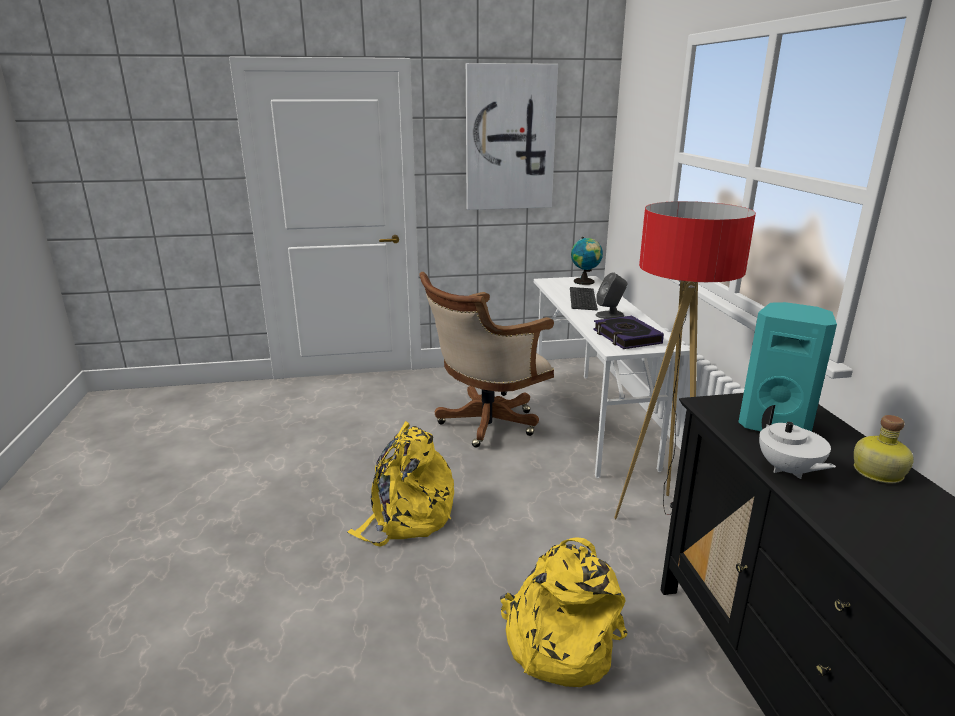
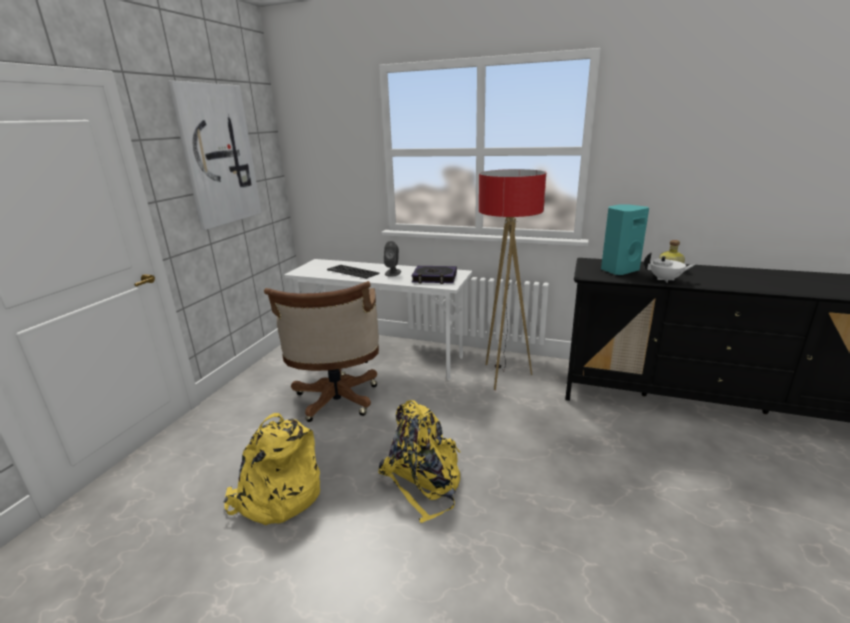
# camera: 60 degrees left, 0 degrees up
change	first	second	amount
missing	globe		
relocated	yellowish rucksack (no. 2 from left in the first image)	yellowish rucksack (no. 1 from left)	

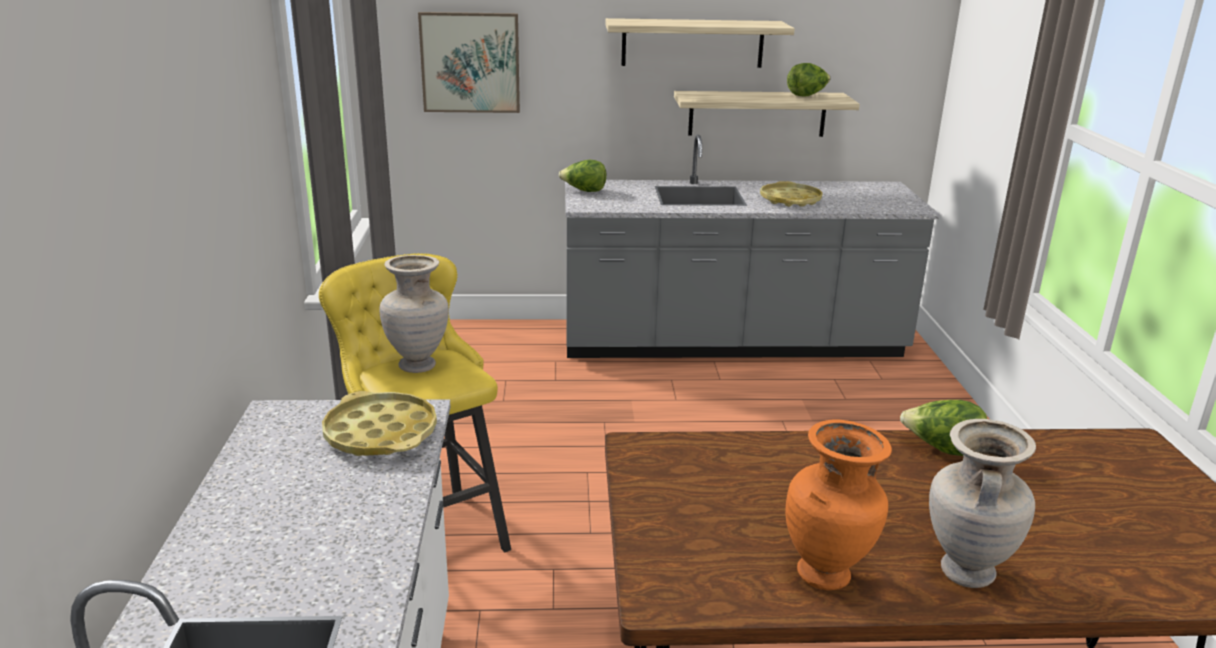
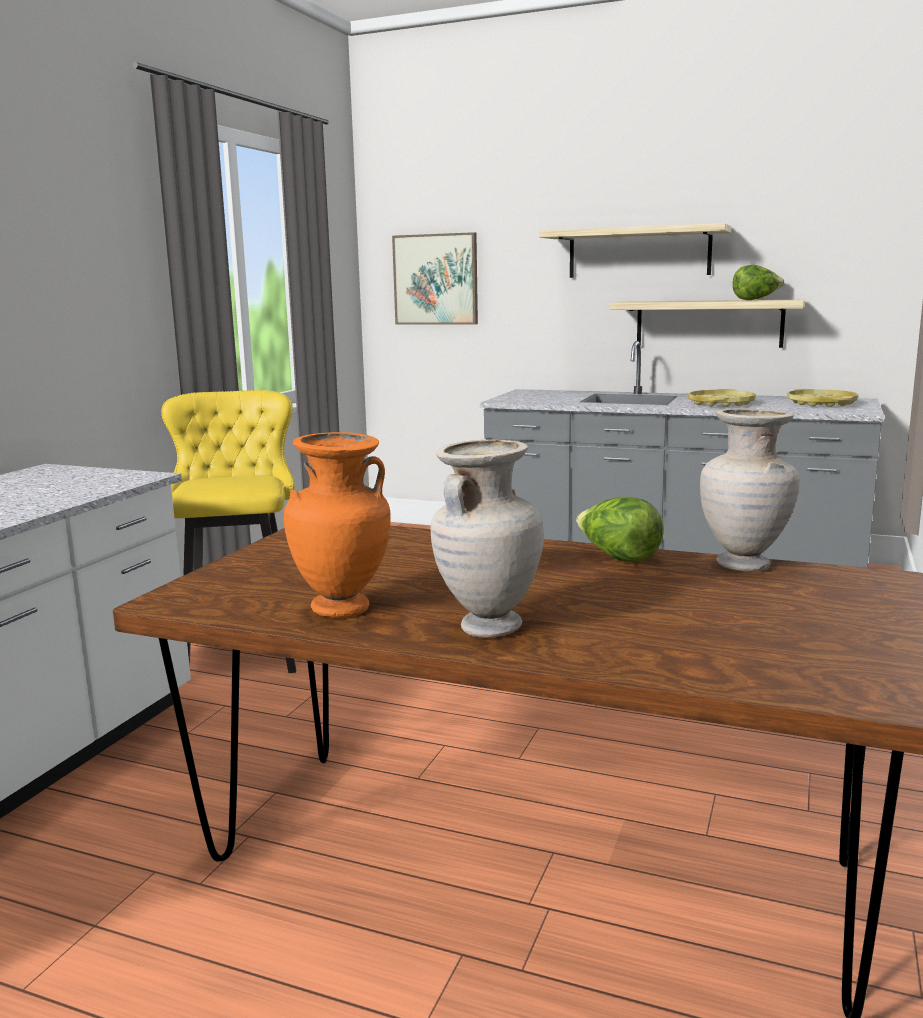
# camera: 25 degrees right, 10 degrees down
change	first	second	amount
missing	lettuce (no. 1 from left)		
relocated	yellowish carrying tray (no. 1 from left in the first image)	yellowish carrying tray (no. 2 from left)	
relocated	beige decorative vase (no. 1 from left in the first image)	beige decorative vase (no. 2 from left)	

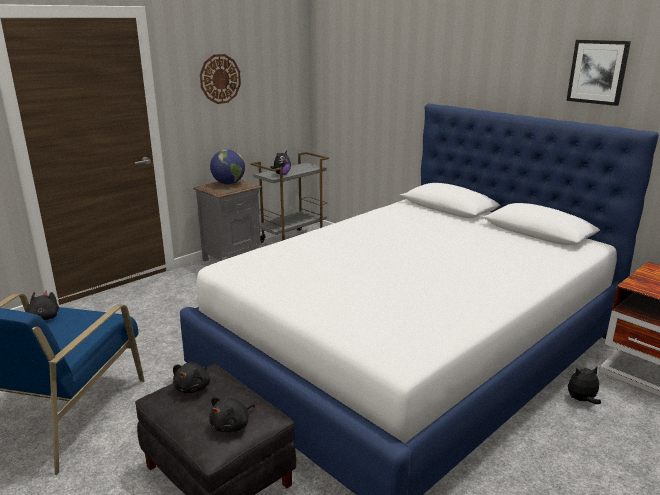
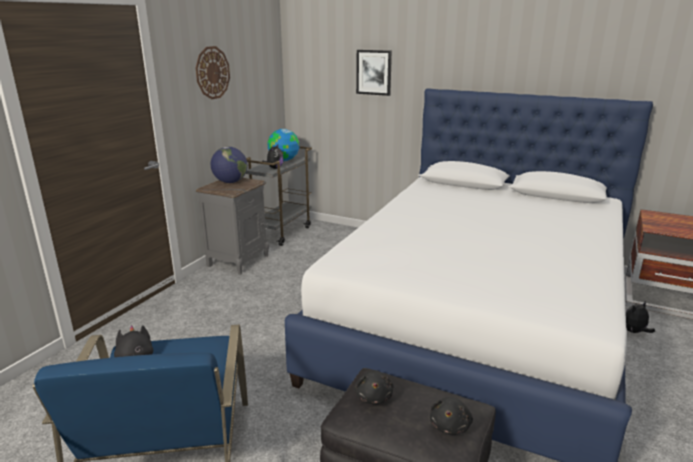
# camera: 20 degrees left, 0 degrees up
change	first	second	amount
appeared		globe (no. 2 from left)	
relocated	wall art		

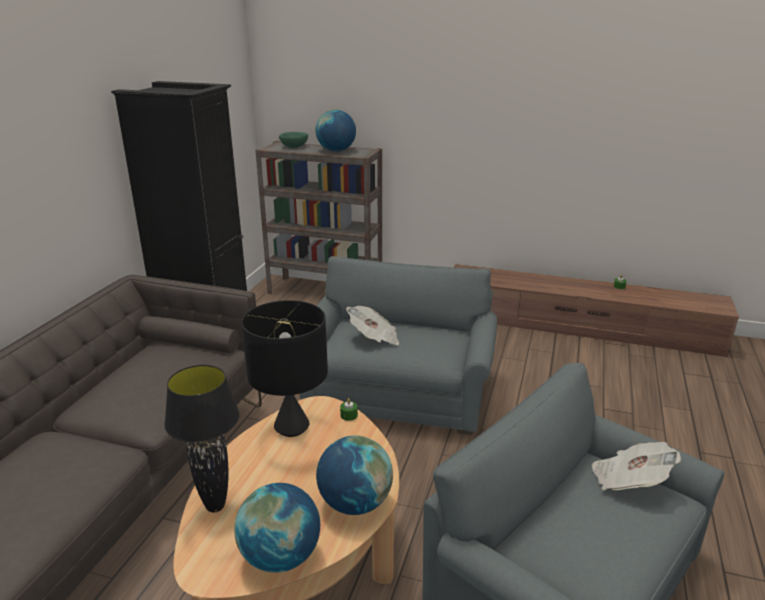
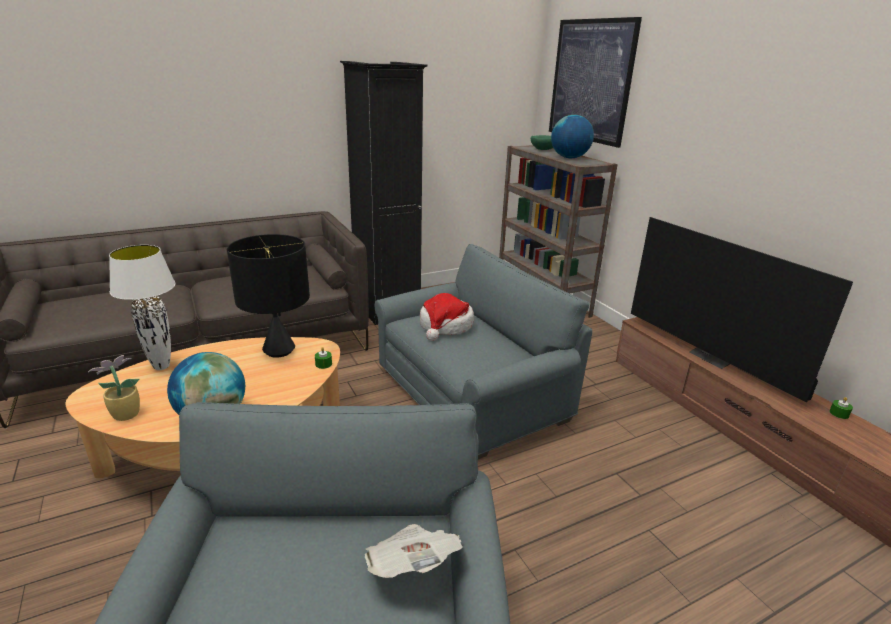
# camera: 45 degrees right, 0 degrees up
change	first	second	amount
appeared		wall art	
appeared		television	
exchanged	globe (no. 1 from left)	plant in a pot	
exchanged	printed paper (no. 1 from left)	hat	
colour	black-coloured table lamp (no. 1 from left)	white table lamp	

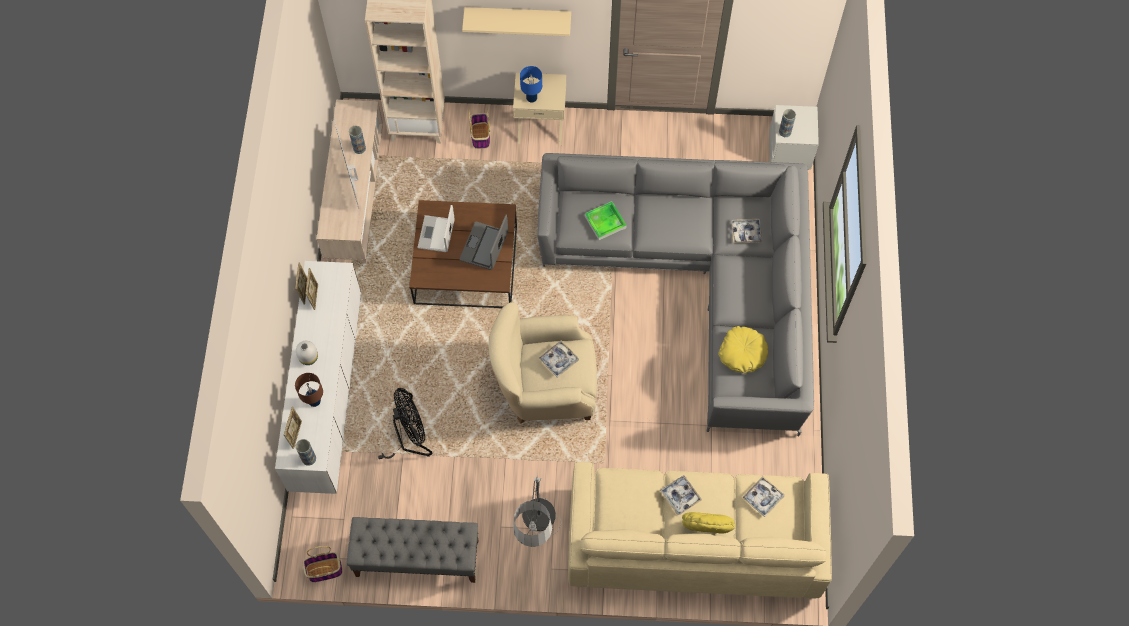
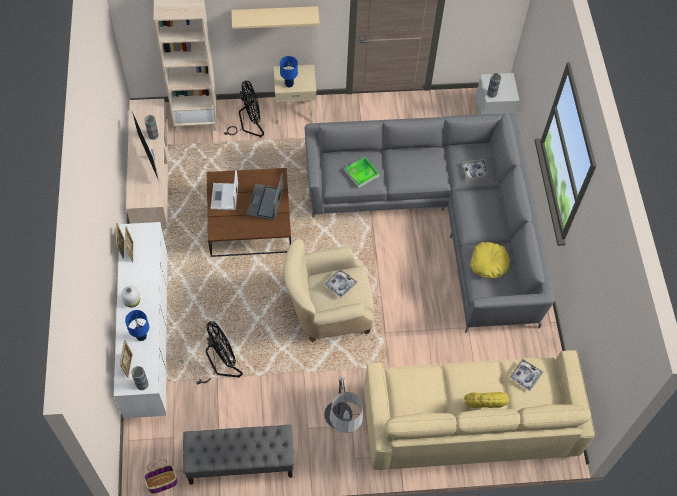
# camera: 10 degrees left, 5 degrees down
change	first	second	amount
missing	carrying tray (no. 3 from left)		
exchanged	basket (no. 2 from left)	black-coloured cooling fan (no. 2 from left)	
colour	brown table lamp	blue-coloured table lamp (no. 1 from left)	

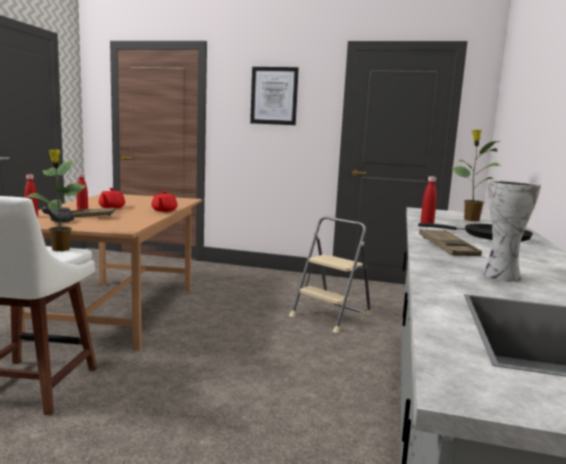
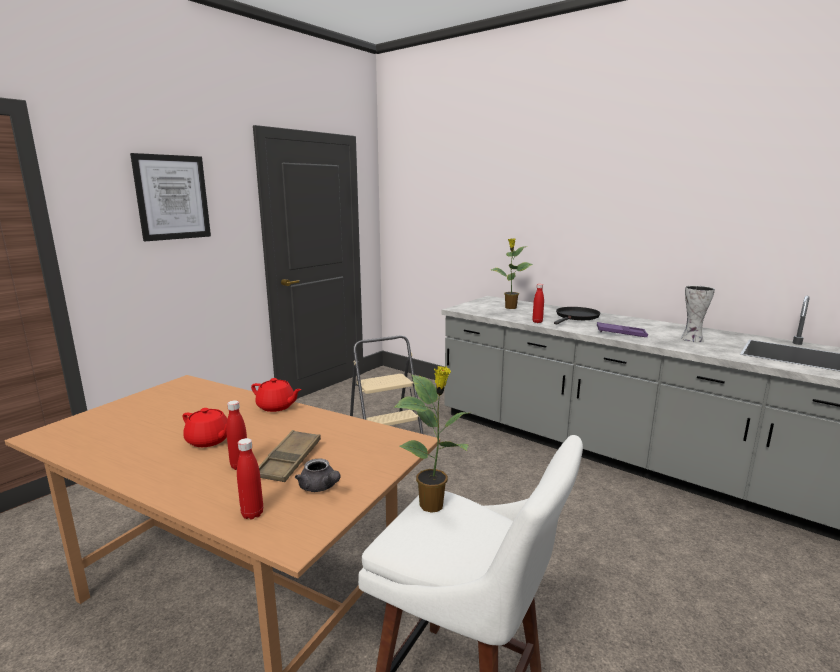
# camera: 65 degrees left, 5 degrees up
change	first	second	amount
colour	brown carrying tray (no. 2 from left)	purple-coloured carrying tray	

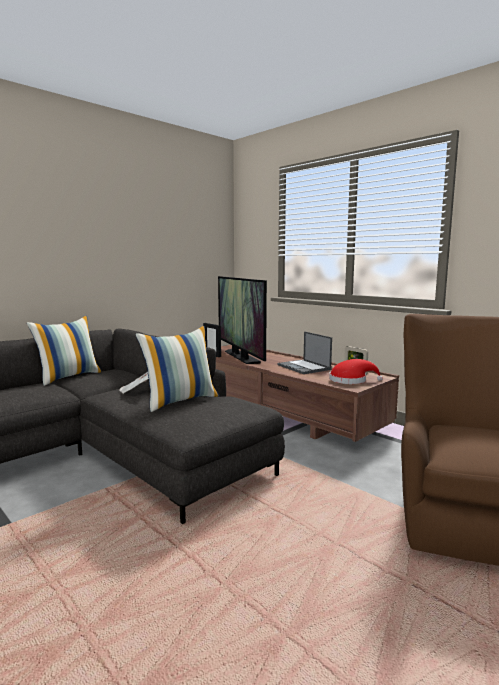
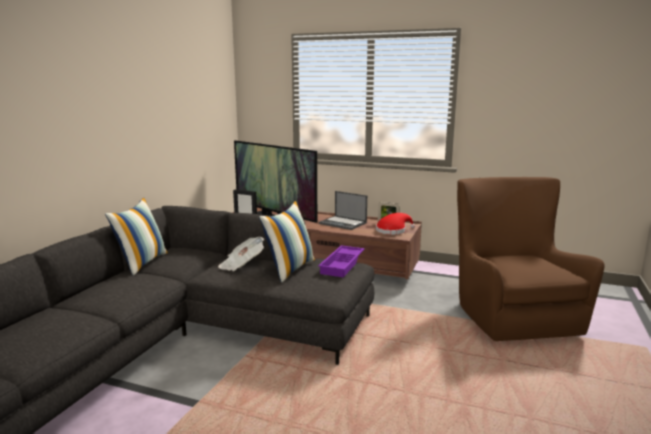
# camera: 25 degrees left, 5 degrees up
change	first	second	amount
appeared		purple-coloured carrying tray	

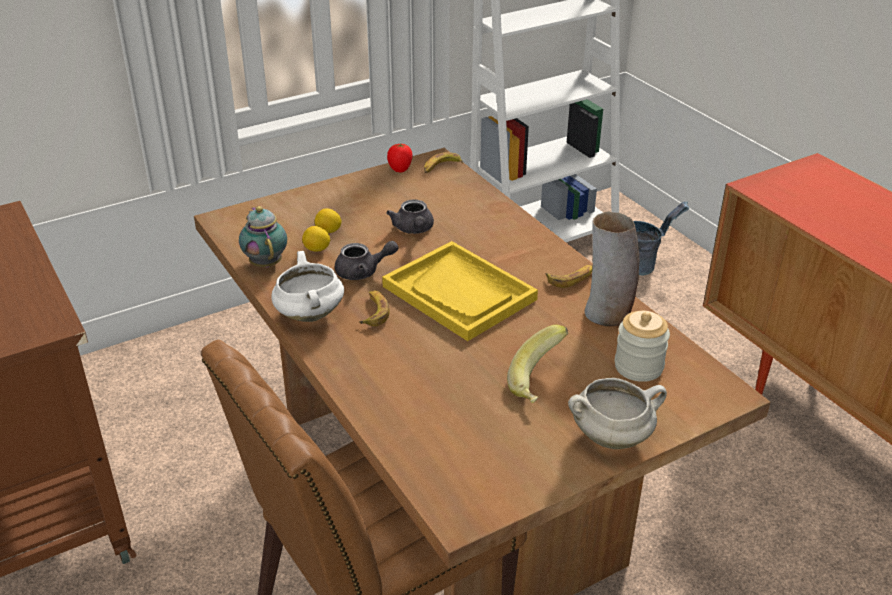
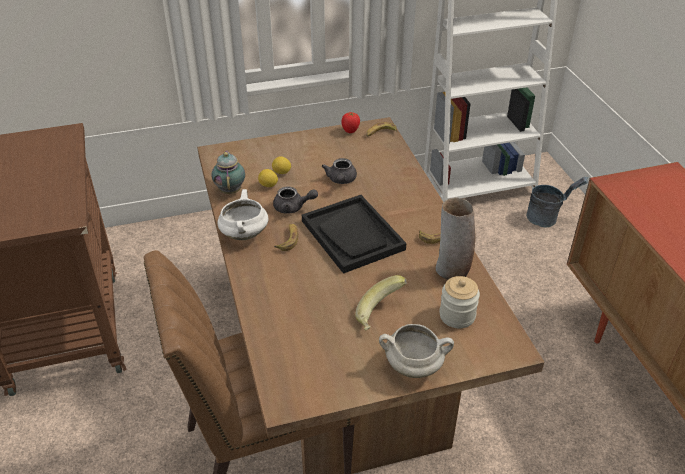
# camera: 15 degrees right, 5 degrees up
change	first	second	amount
colour	yellowish carrying tray	black-coloured carrying tray	

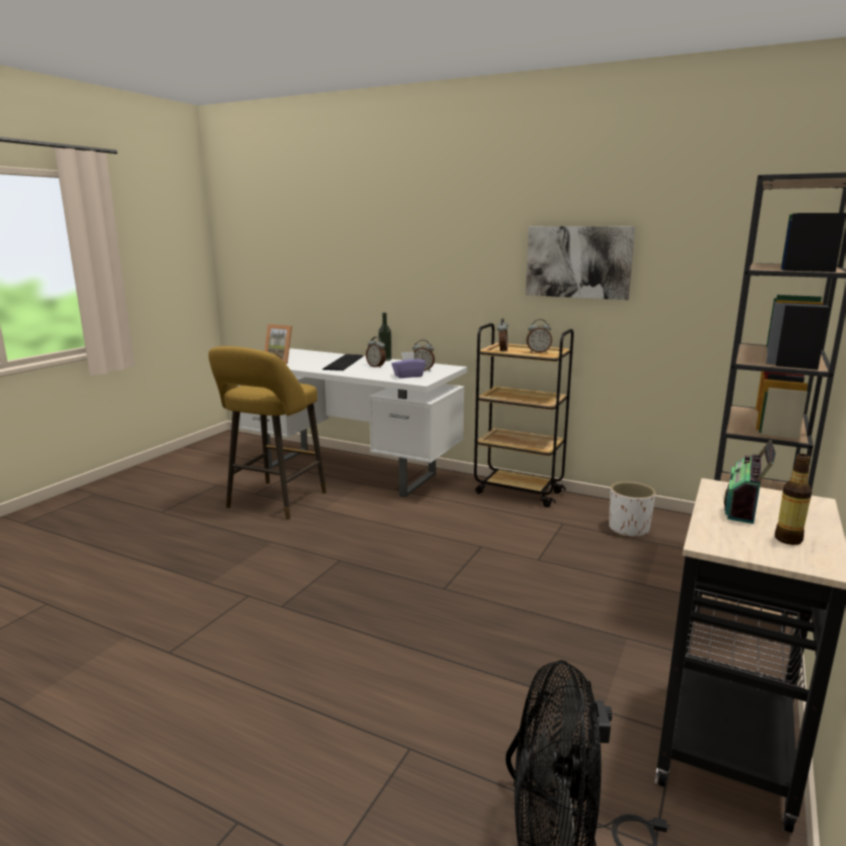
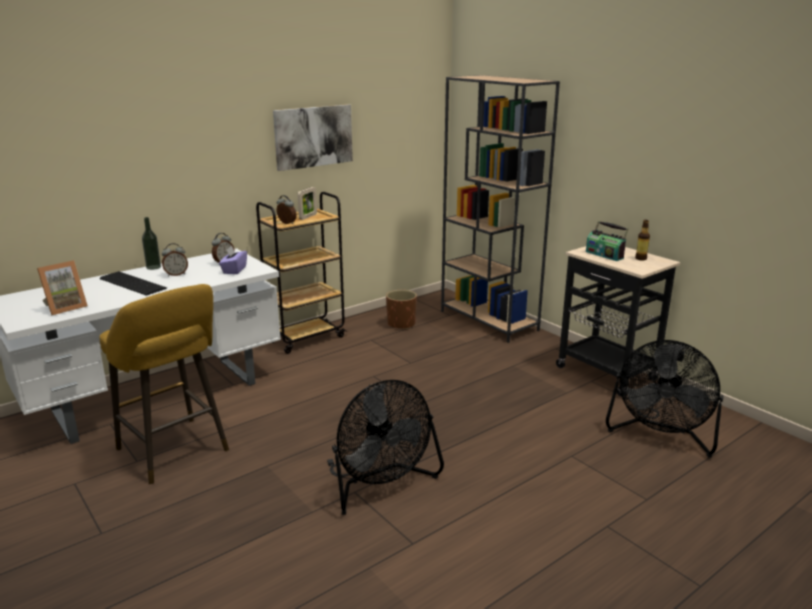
# camera: 65 degrees left, 5 degrees up
change	first	second	amount
appeared		black-coloured cooling fan (no. 1 from left)	
exchanged	table clock (no. 4 from left)	standing frame (no. 2 from left)	
colour	white plant pot	brown plant pot	

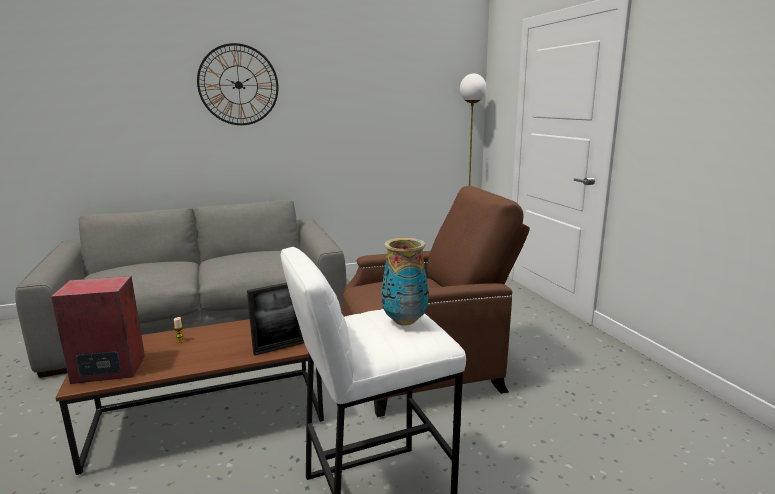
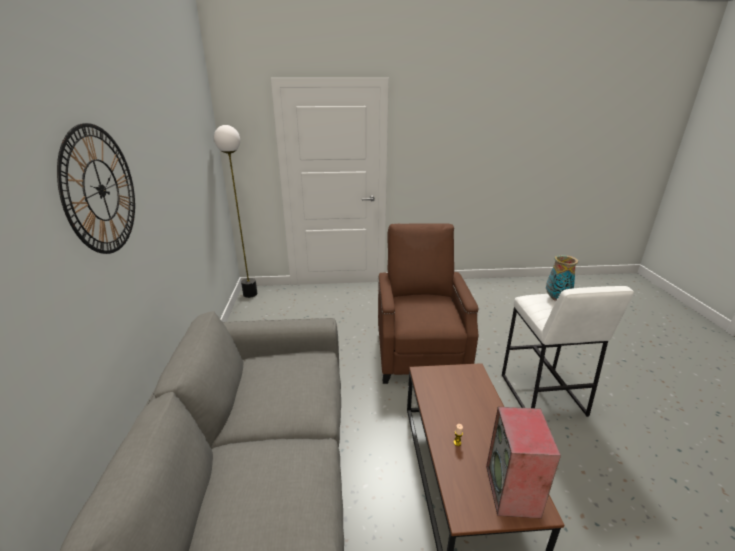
# camera: 75 degrees left, 10 degrees up
change	first	second	amount
missing	standing frame		

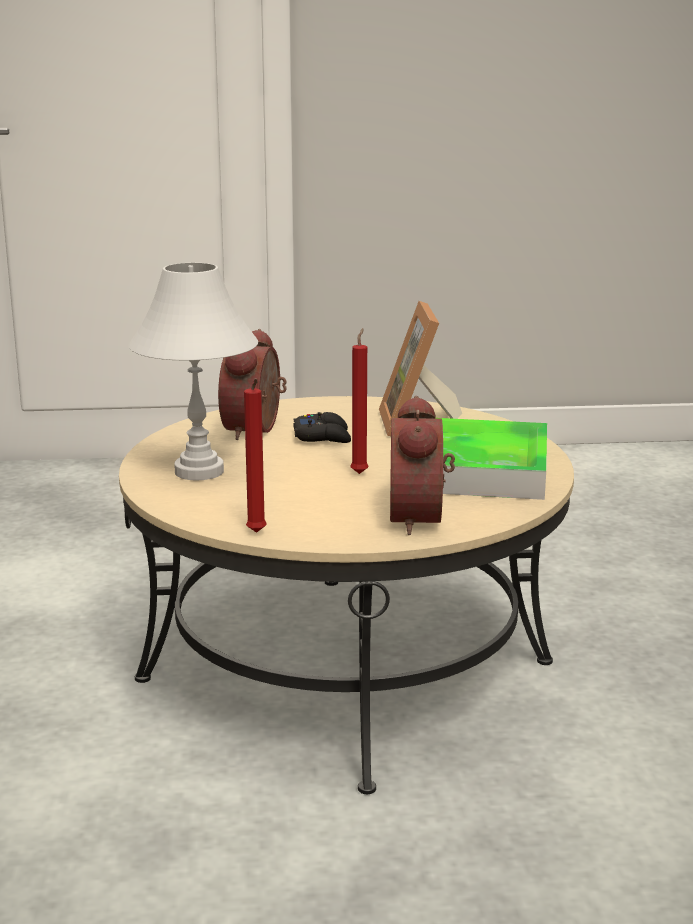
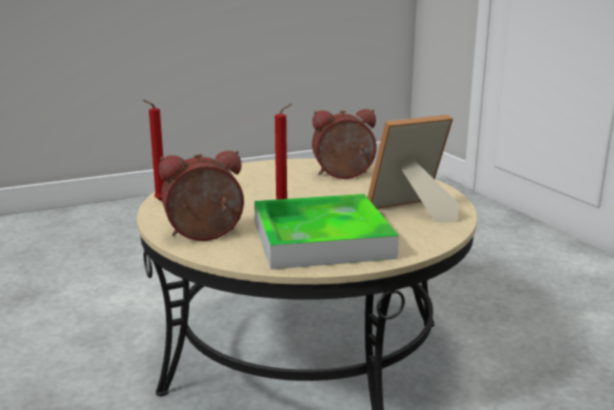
# camera: 70 degrees right, 0 degrees up
change	first	second	amount
missing	white table lamp		
missing	black-coloured game controller		

